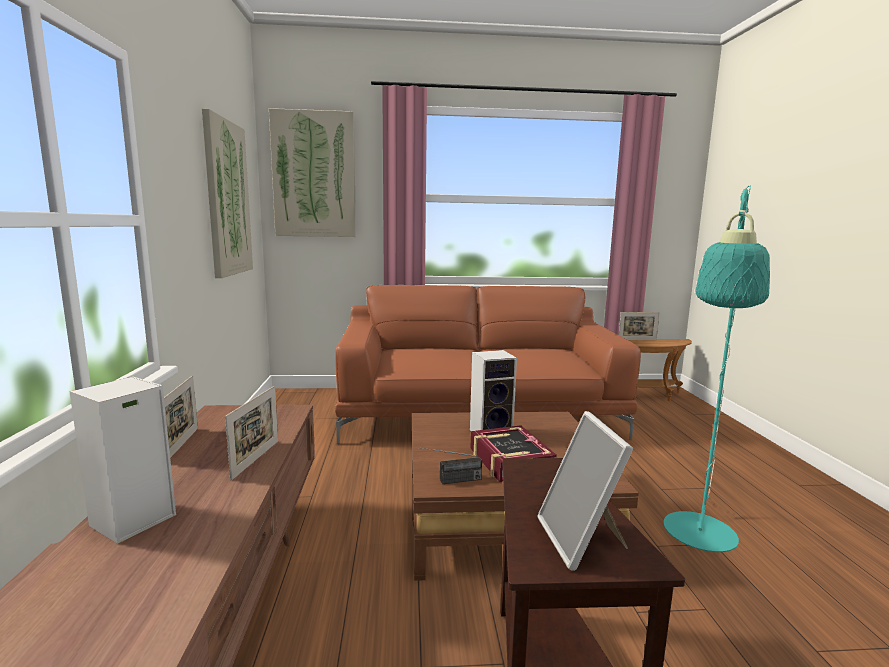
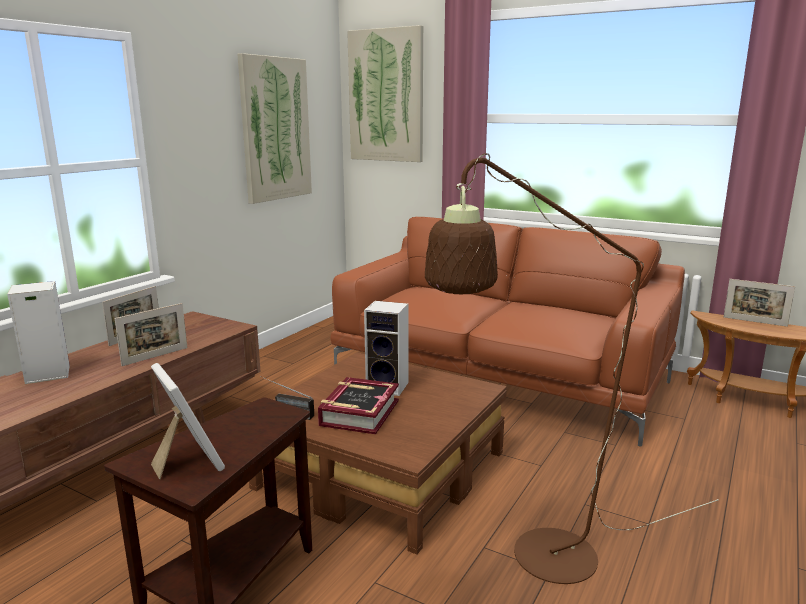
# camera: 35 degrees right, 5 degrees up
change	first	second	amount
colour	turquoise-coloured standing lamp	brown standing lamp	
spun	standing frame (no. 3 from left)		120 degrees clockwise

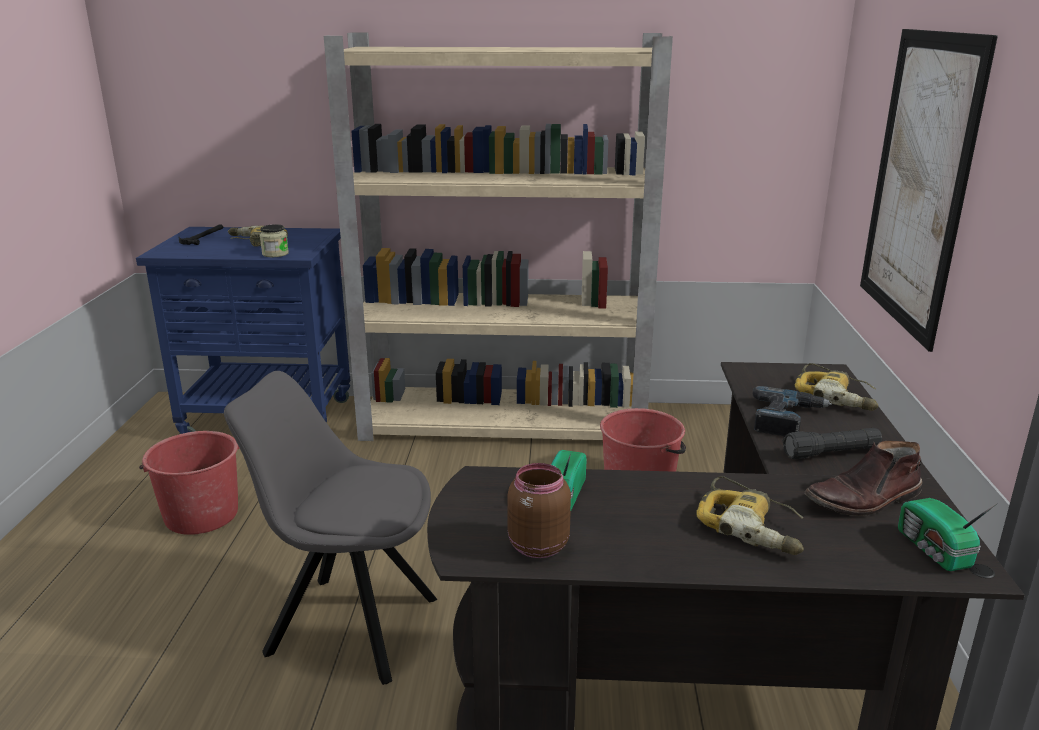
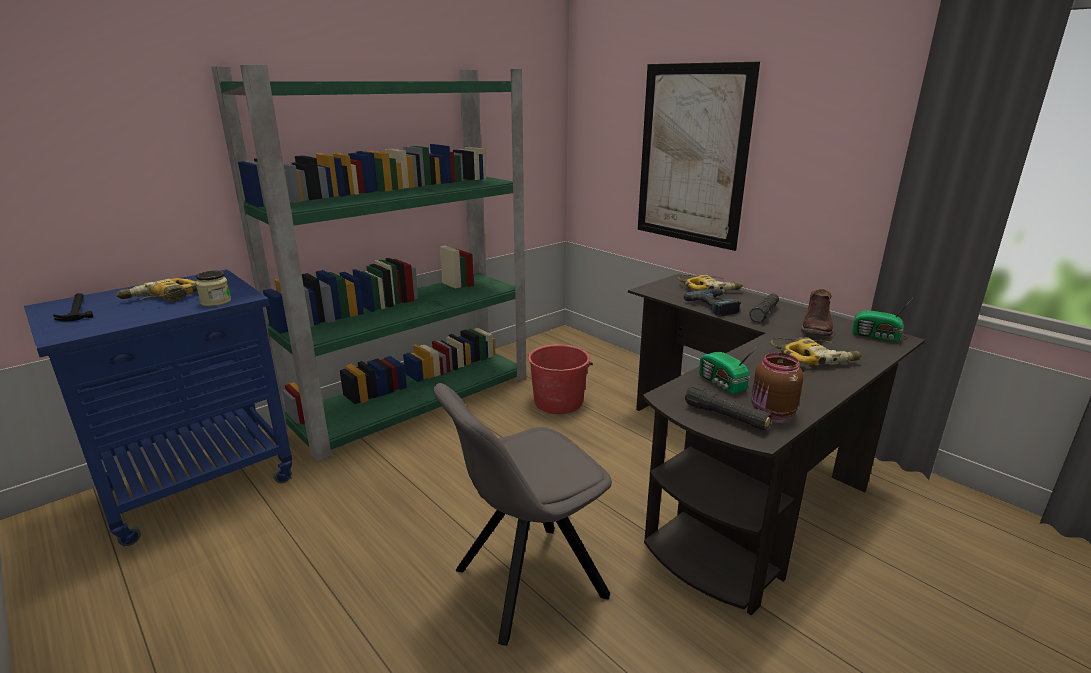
# camera: 45 degrees left, 0 degrees up
change	first	second	amount
missing	red pail (no. 1 from left)		
appeared		black-coloured flashlight (no. 1 from left)	
colour	beige shelving unit	green shelving unit	

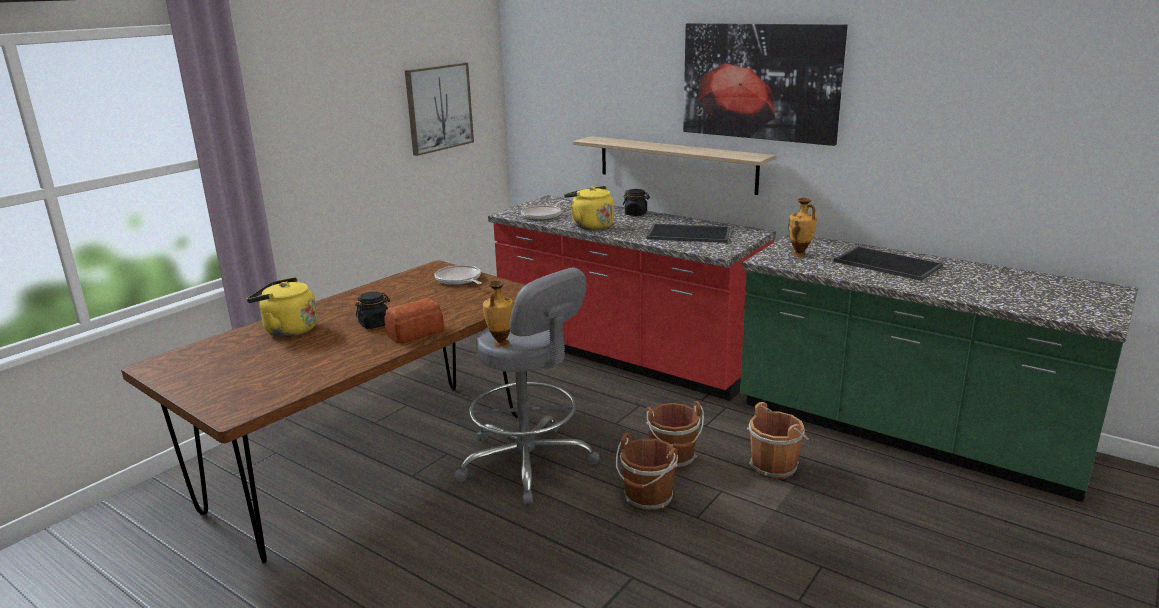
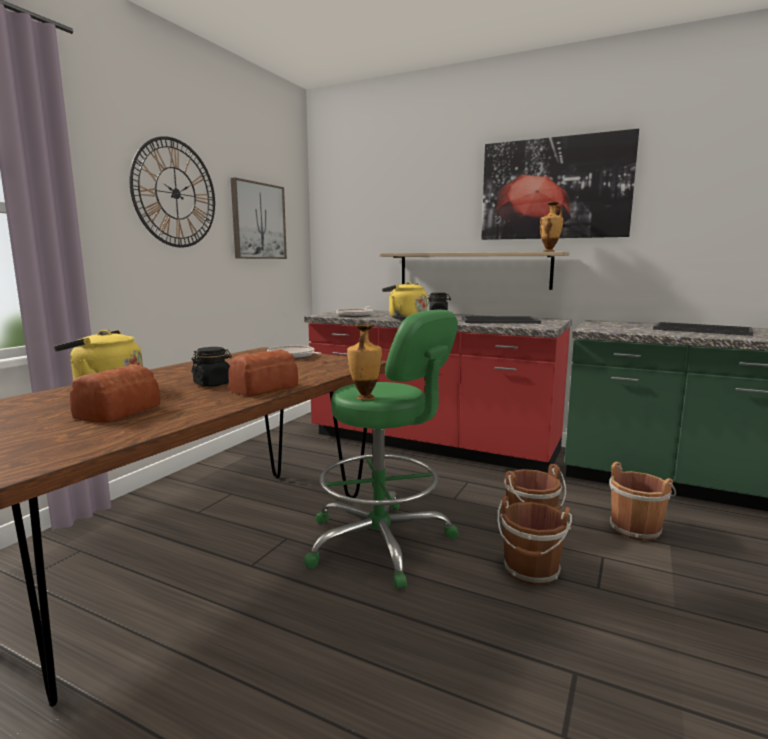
# camera: 10 degrees left, 10 degrees down
change	first	second	amount
appeared		bread (no. 1 from left)	
appeared		wall clock	
relocated	decorative vase (no. 2 from left)		
colour	gray stool	green stool	

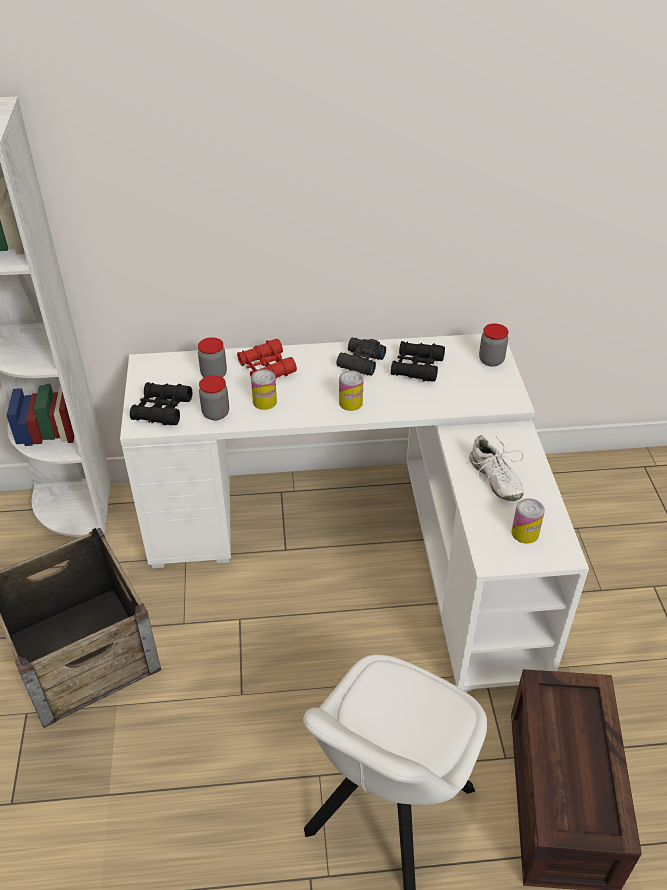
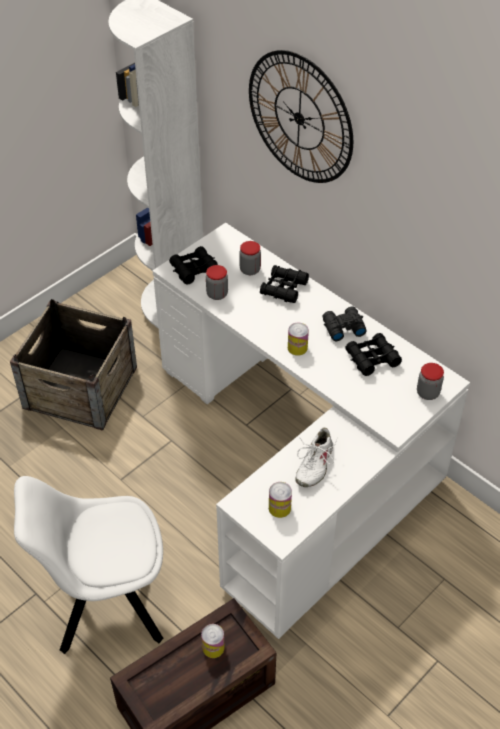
# camera: 50 degrees right, 5 degrees up
change	first	second	amount
appeared		wall clock	
relocated	metal can (no. 1 from left)		
colour	red binoculars	black-coloured binoculars (no. 2 from left)	

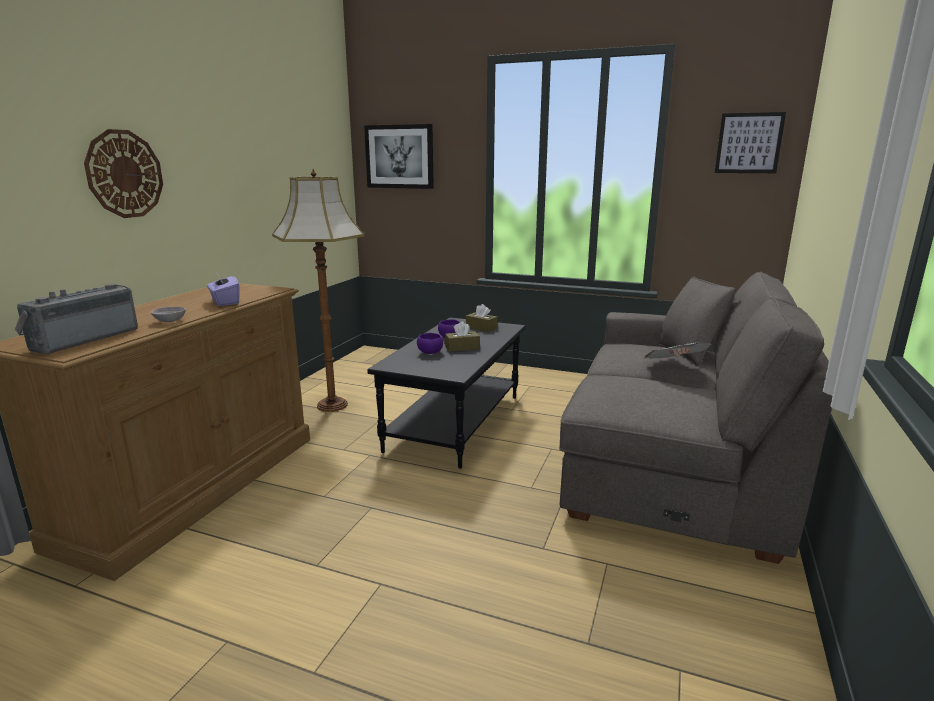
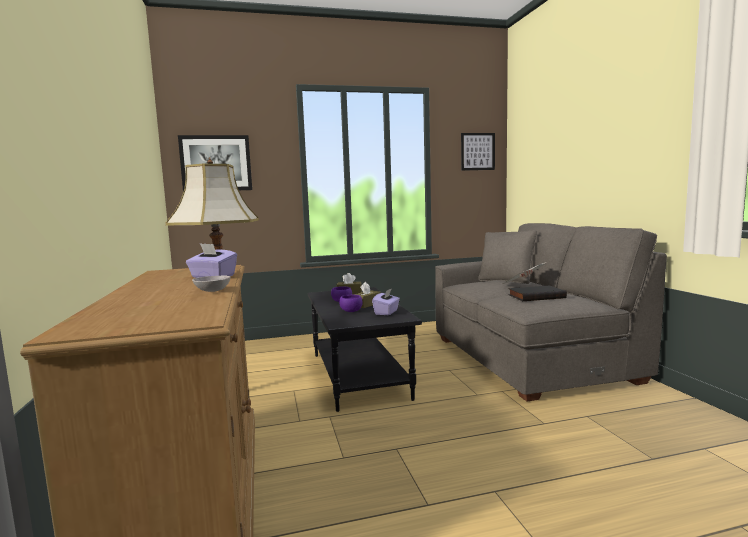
# camera: 35 degrees left, 10 degrees down
change	first	second	amount
missing	radio receiver		
missing	wall clock		
appeared		purple-coloured tissue holder (no. 2 from left)	
appeared		black-coloured book	

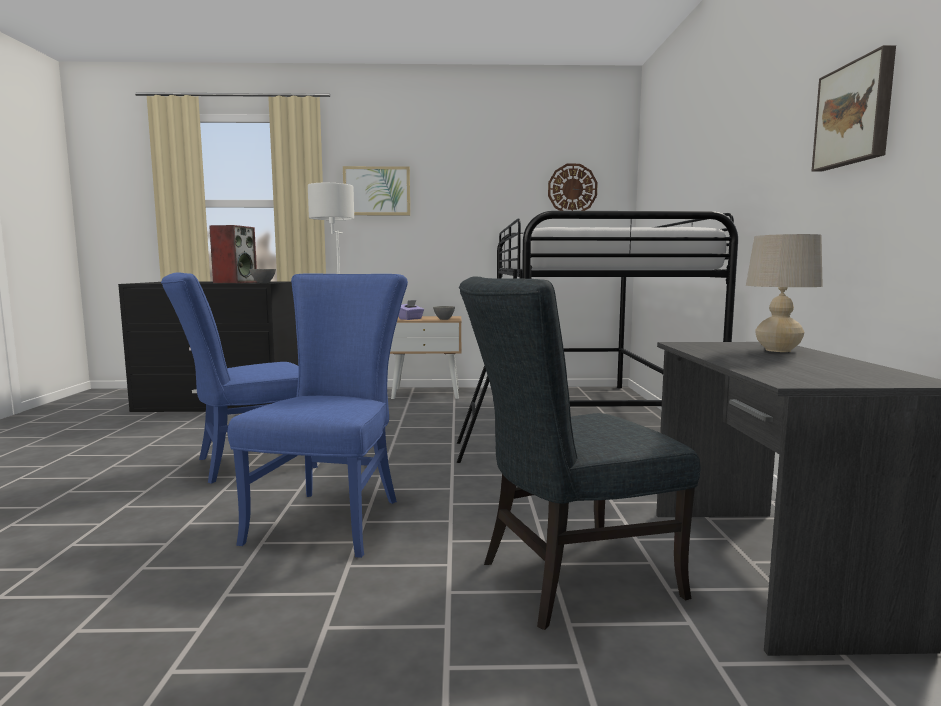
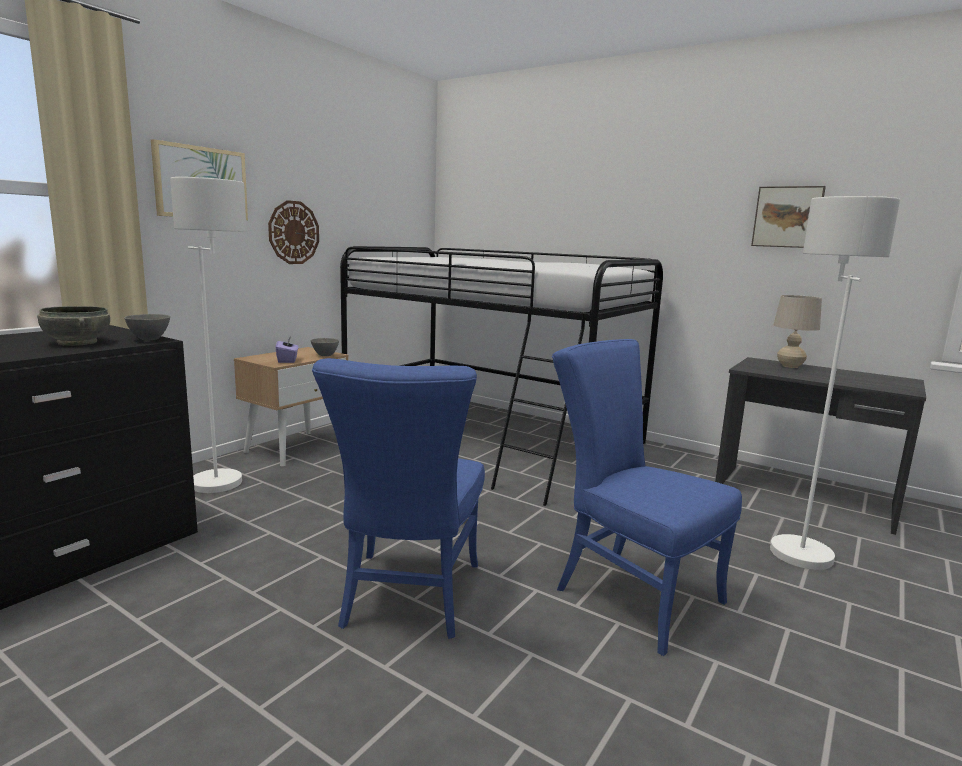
# camera: 55 degrees left, 5 degrees up
change	first	second	amount
relocated	wall clock		
exchanged	audio speaker	gray bowl (no. 1 from left)	
exchanged	gray chair	white standing lamp (no. 2 from left)	

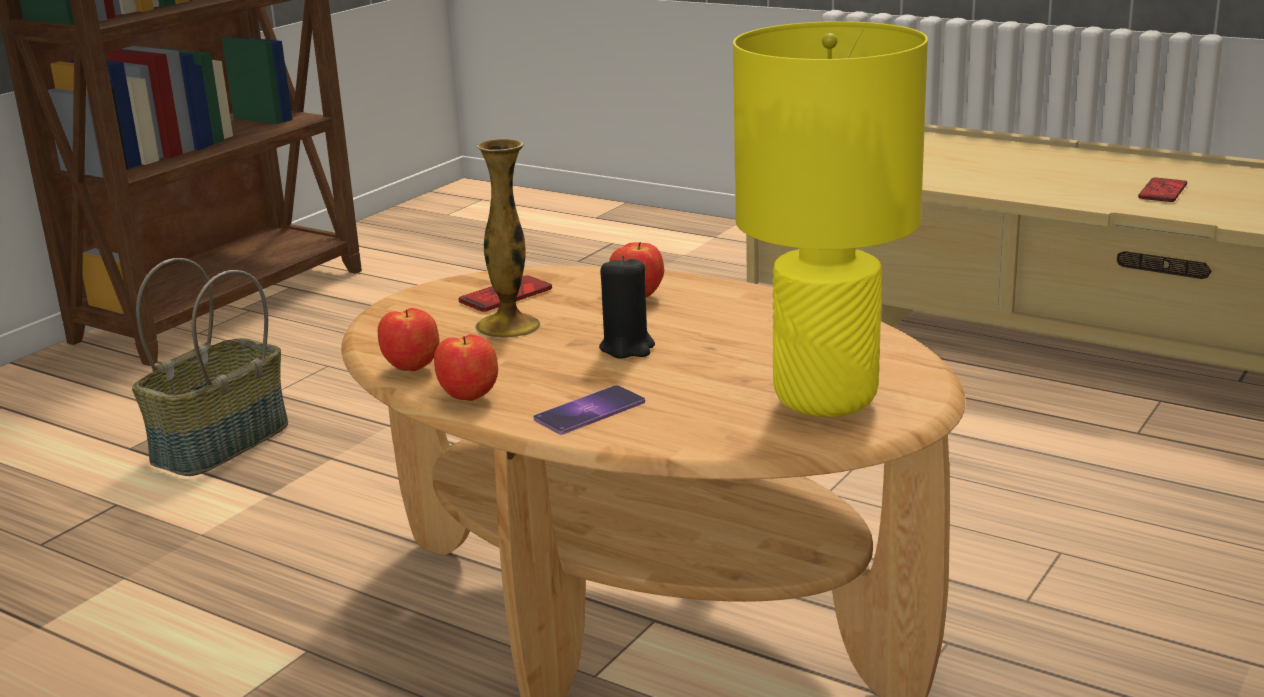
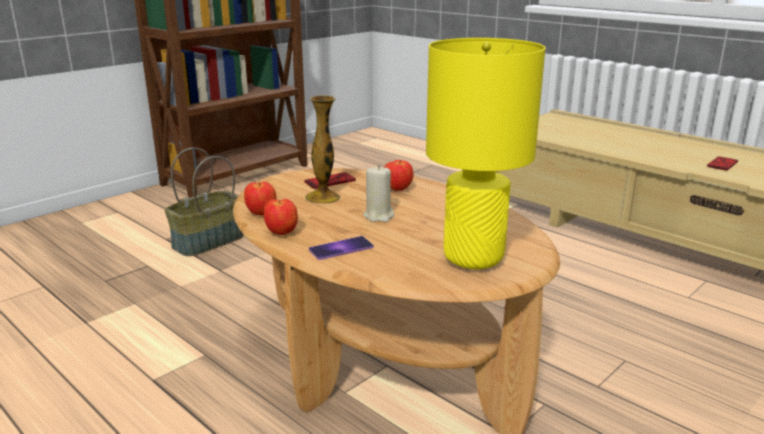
# camera: 10 degrees right, 0 degrees up
change	first	second	amount
colour	black-coloured wax candle	beige wax candle	

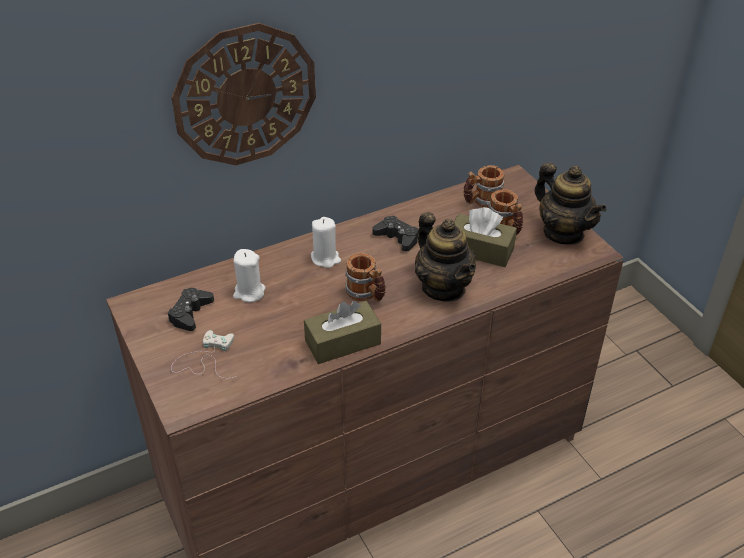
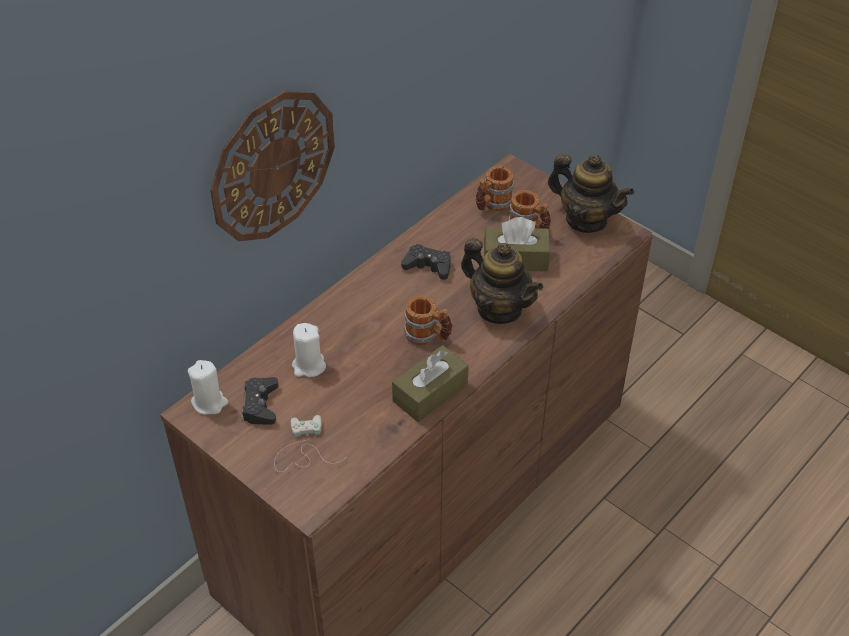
# camera: 20 degrees left, 5 degrees up
change	first	second	amount
relocated	white wax candle (no. 2 from left in the first image)	white wax candle (no. 1 from left)	

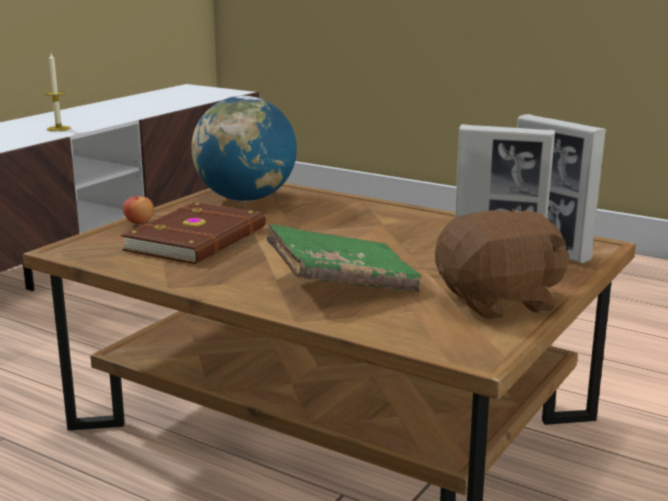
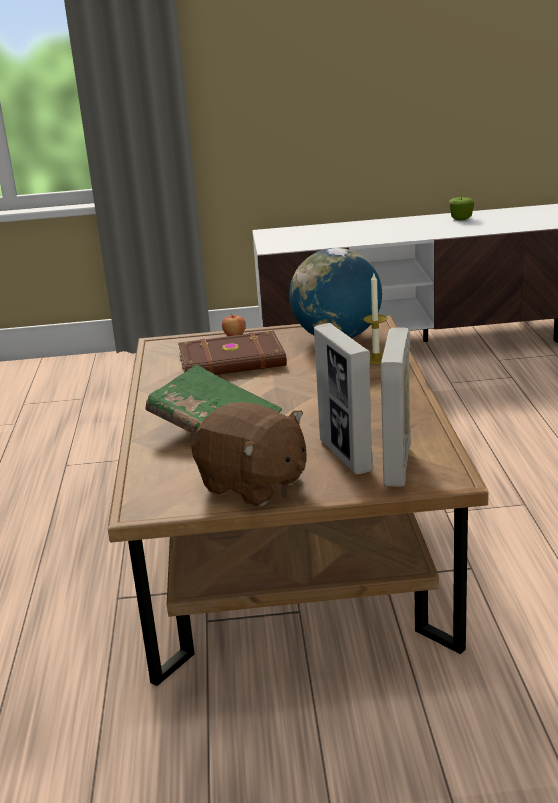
# camera: 55 degrees right, 5 degrees up
change	first	second	amount
appeared		whole apple (no. 2 from left)	
relocated	wax candle		

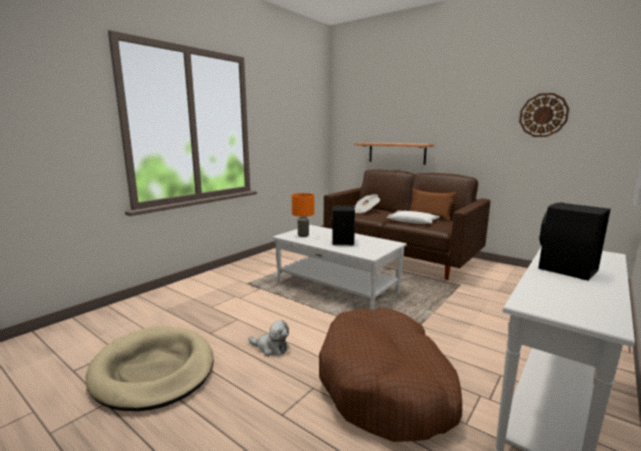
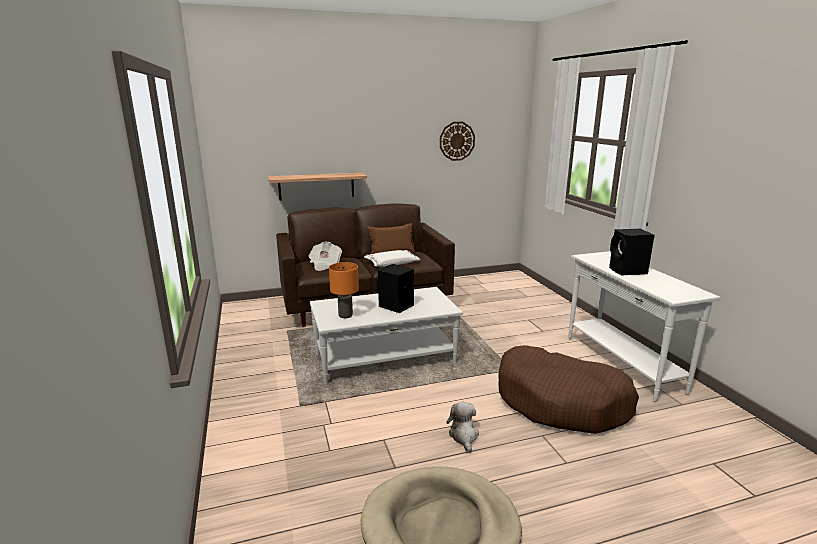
# camera: 55 degrees left, 5 degrees up
change	first	second	amount
spun	plush toy		60 degrees counterclockwise

